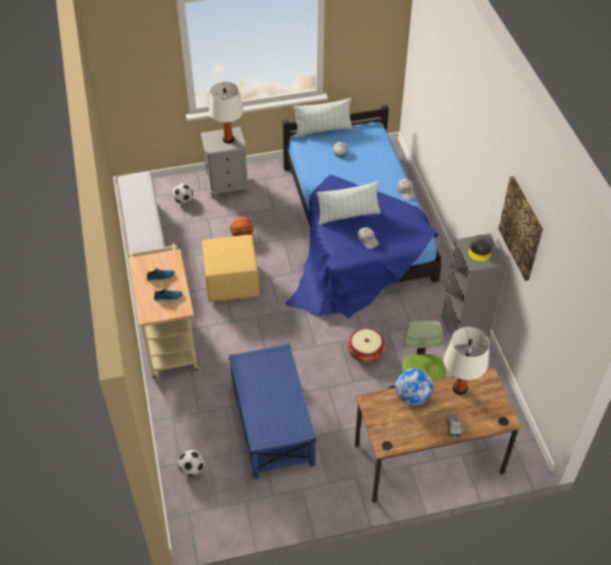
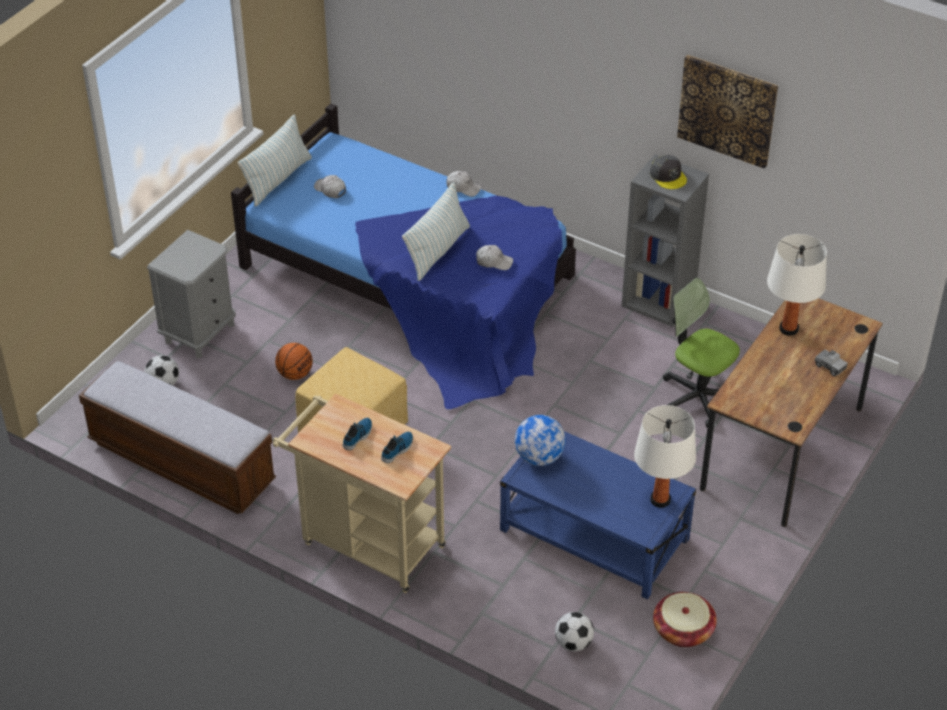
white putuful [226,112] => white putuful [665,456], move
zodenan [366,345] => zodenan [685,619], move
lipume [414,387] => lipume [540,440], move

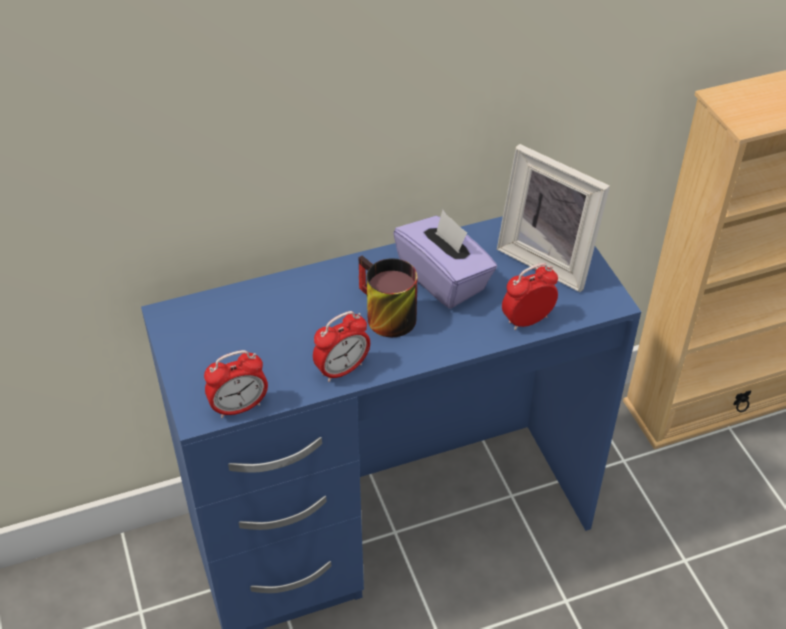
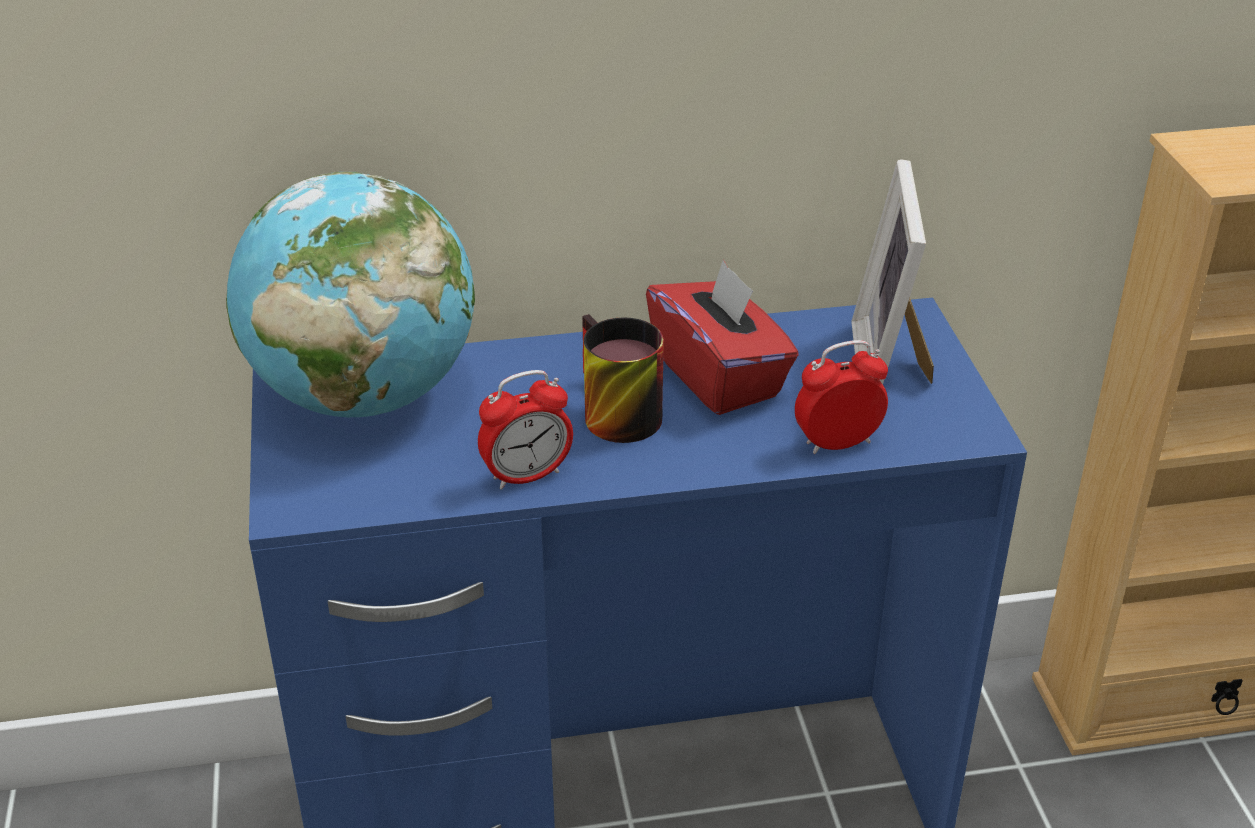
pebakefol [236,384] => nothing
nothing => lipume [350,294]
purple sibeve [445,259] => red sibeve [722,337]
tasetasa [553,218] => tasetasa [892,271], 45 degrees clockwise

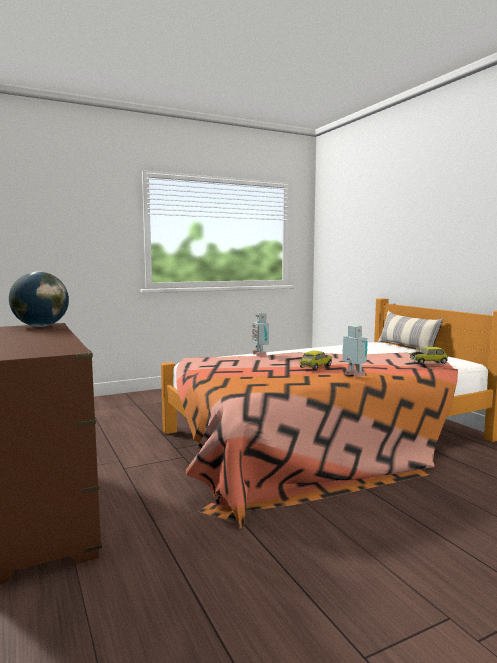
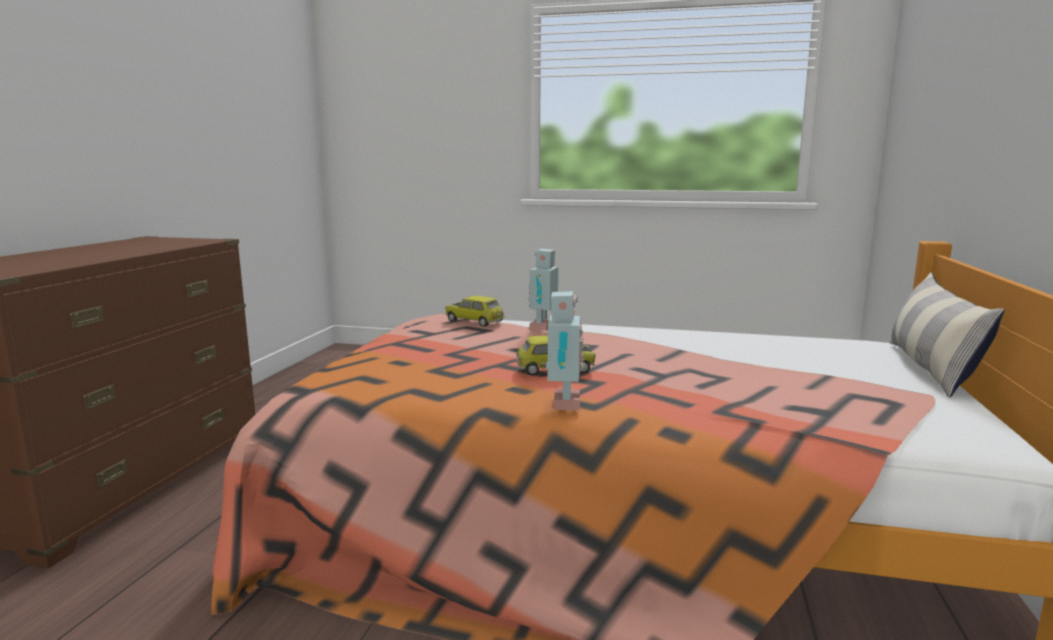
lipume [39,299] => nothing
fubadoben [429,355] => fubadoben [475,311], move

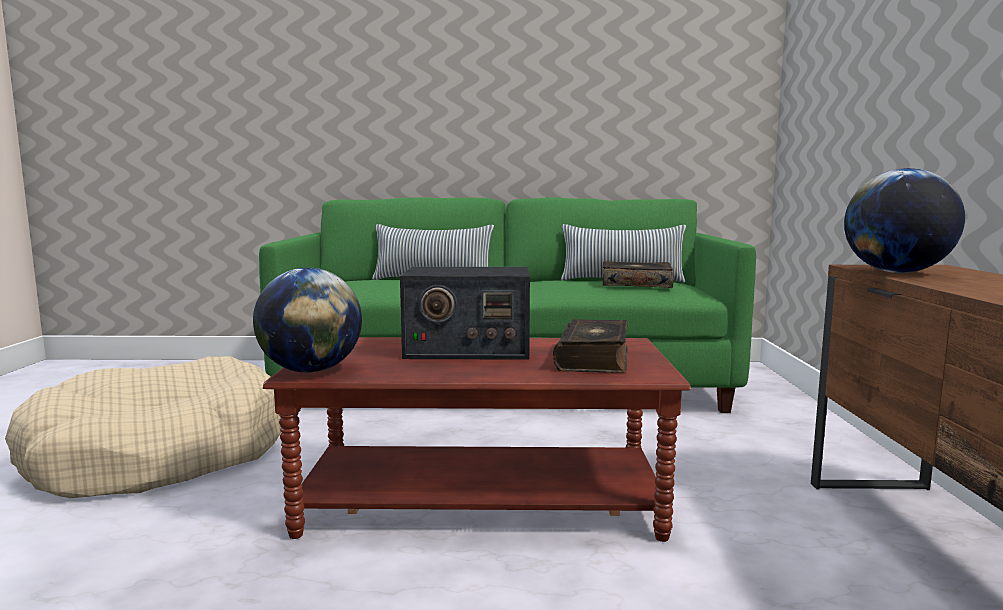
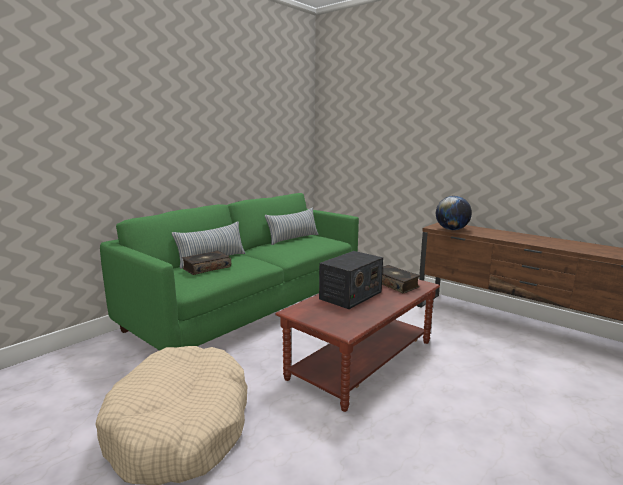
lipume [307,320] => nothing
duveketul [638,274] => duveketul [206,262], move

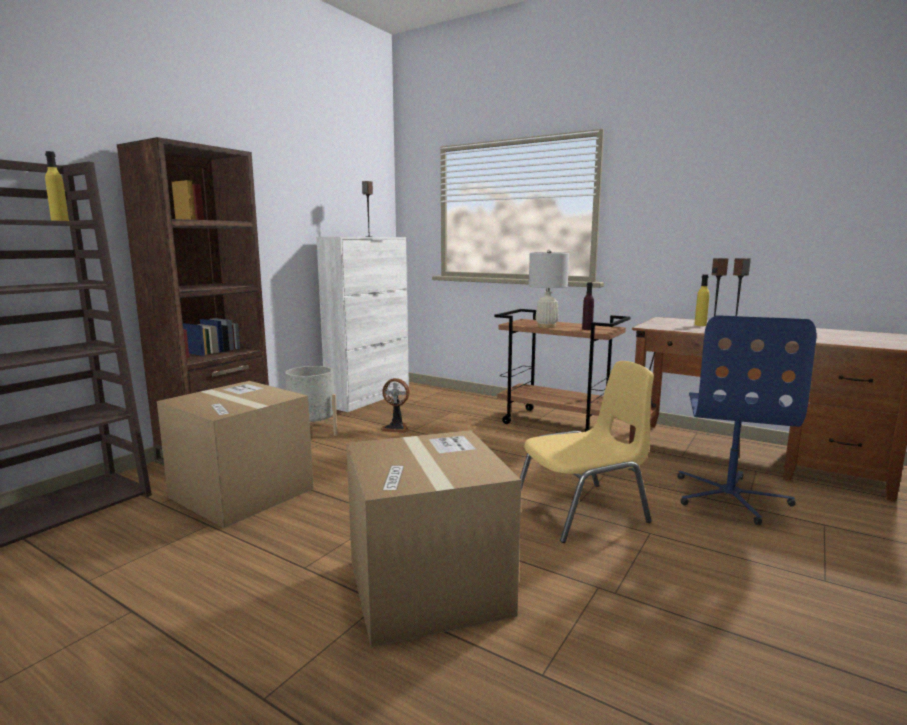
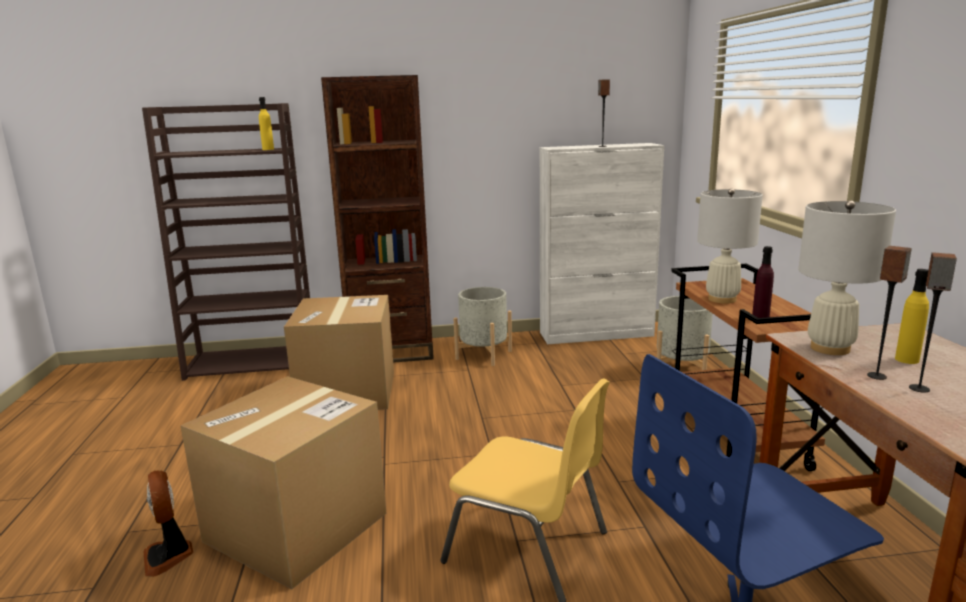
nothing => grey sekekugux [685,333]
nothing => white putuful [847,277]
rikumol [395,405] => rikumol [168,523], move

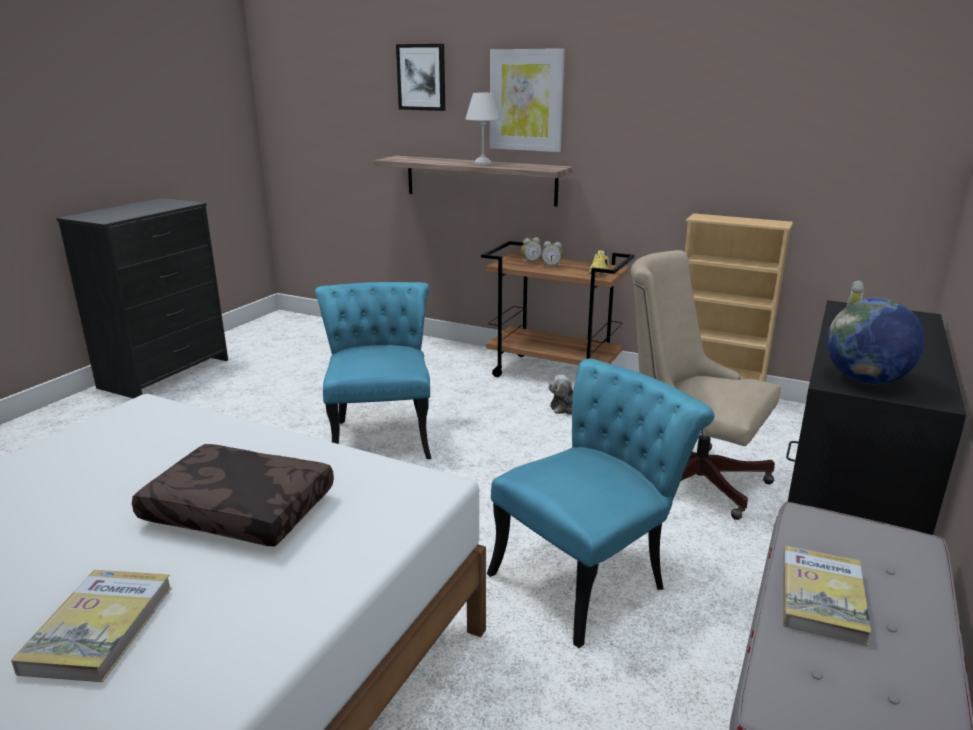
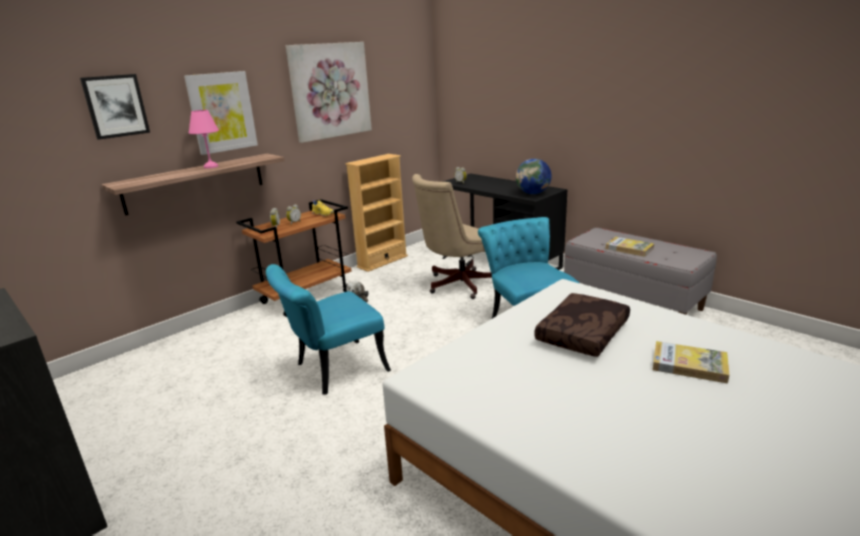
nothing => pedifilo [329,92]
white putuful [482,129] => pink putuful [204,139]
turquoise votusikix [373,370] => turquoise votusikix [328,329], 45 degrees counterclockwise

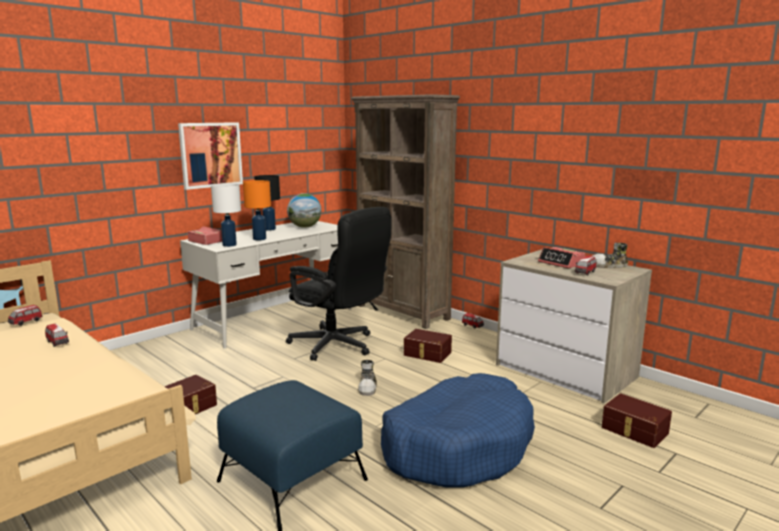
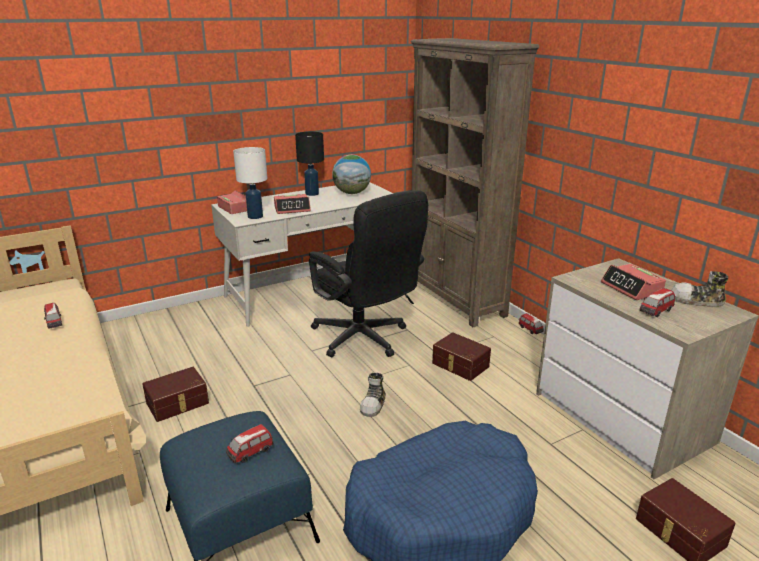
pedifilo [210,156] => nothing
fubadoben [25,315] => fubadoben [249,443], move
orange putuful [257,210] => pebakefol [292,204]

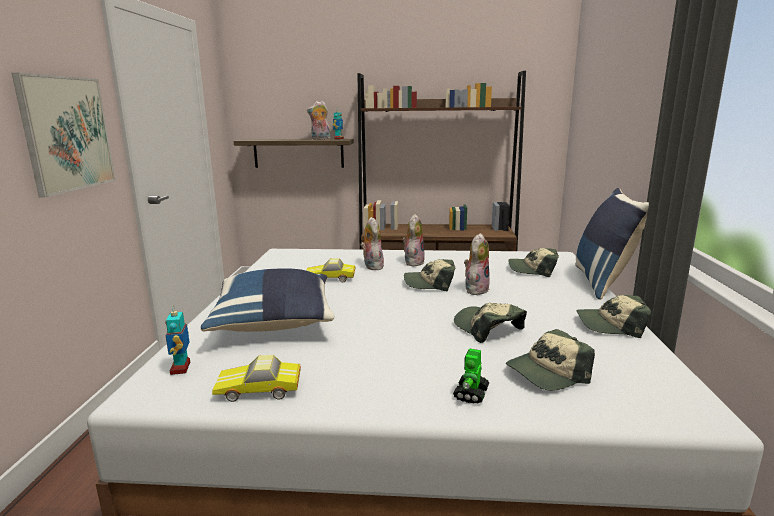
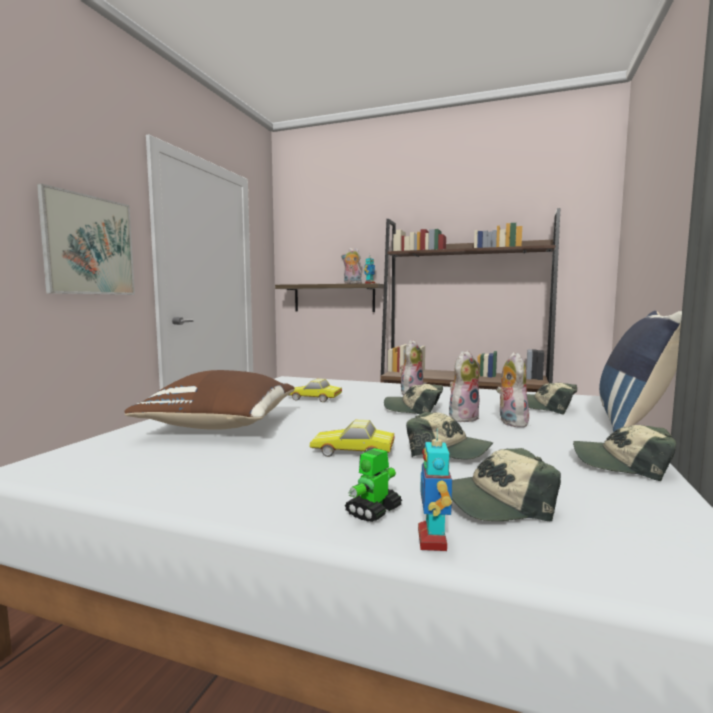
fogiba [177,340] => fogiba [435,489], move
fubadoben [256,378] => fubadoben [352,438], move
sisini [372,243] => sisini [512,390], move
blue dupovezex [268,300] => brown dupovezex [209,400]
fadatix [490,323] => fadatix [449,435], 135 degrees clockwise

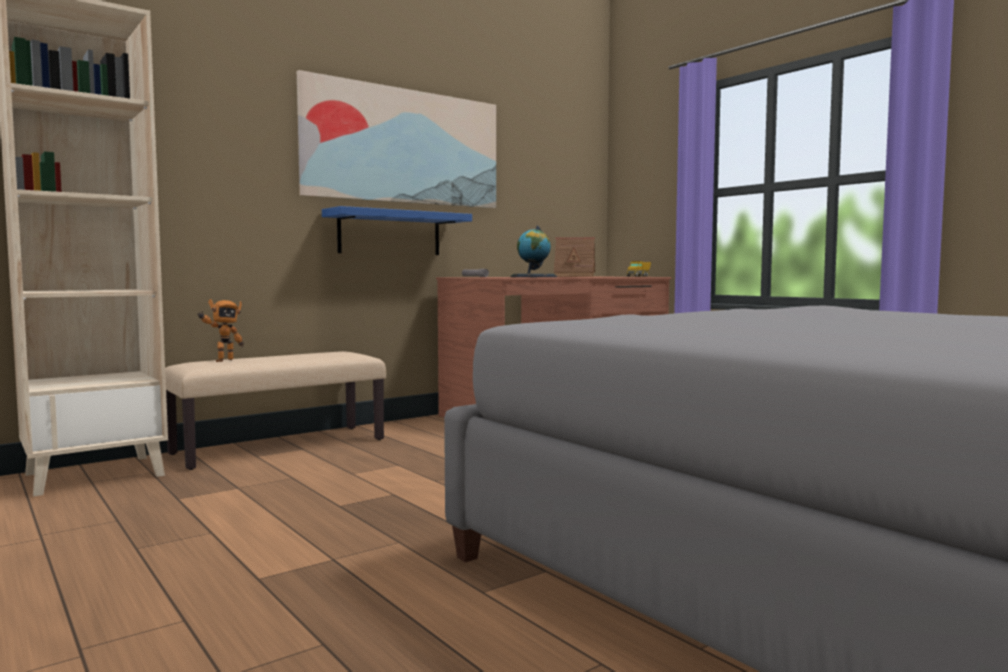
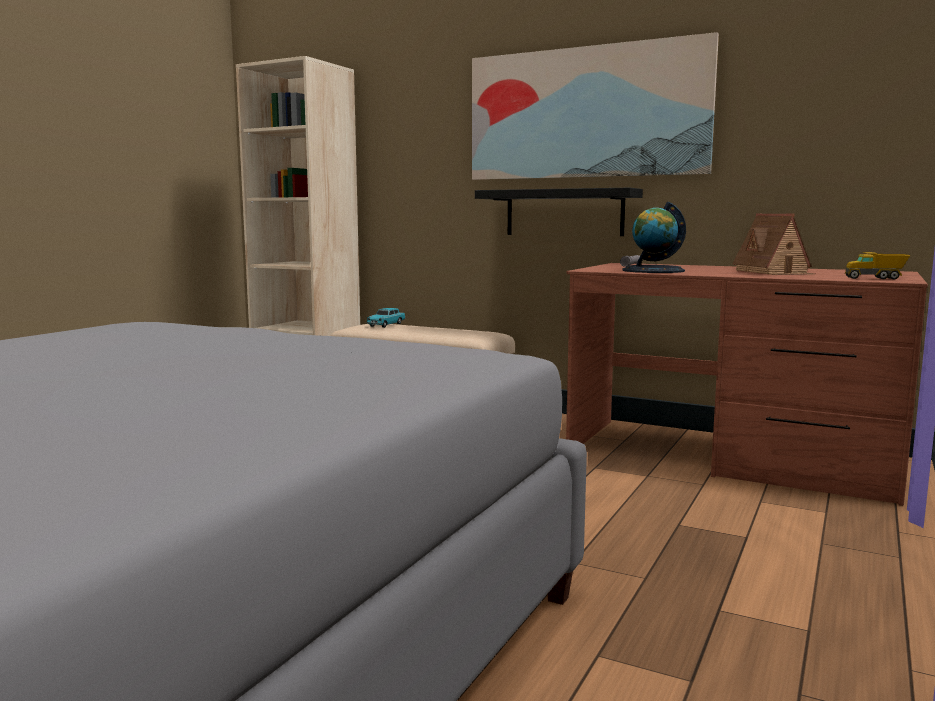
fogiba [220,330] => turquoise fubadoben [386,318]
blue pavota [397,230] => black pavota [559,212]

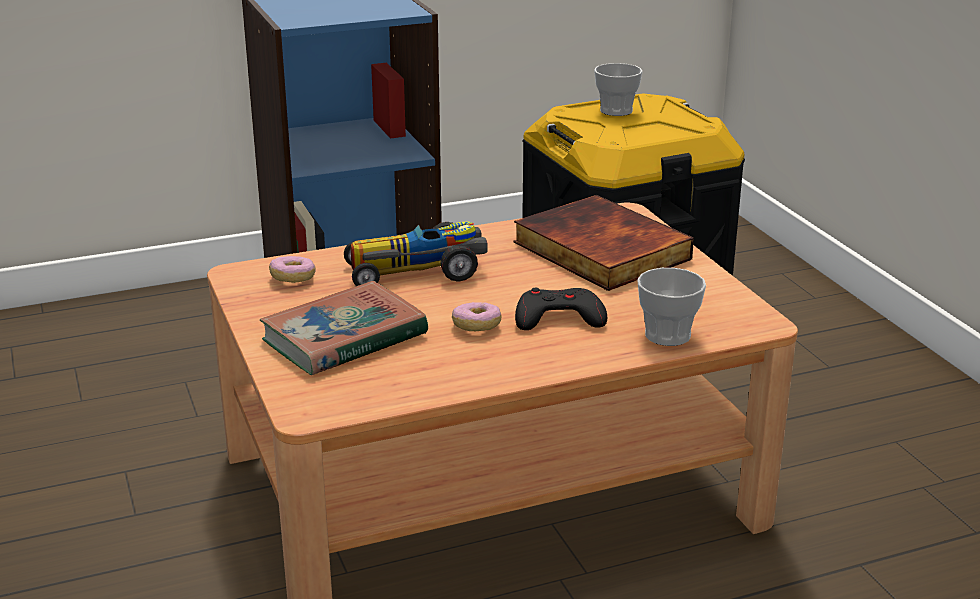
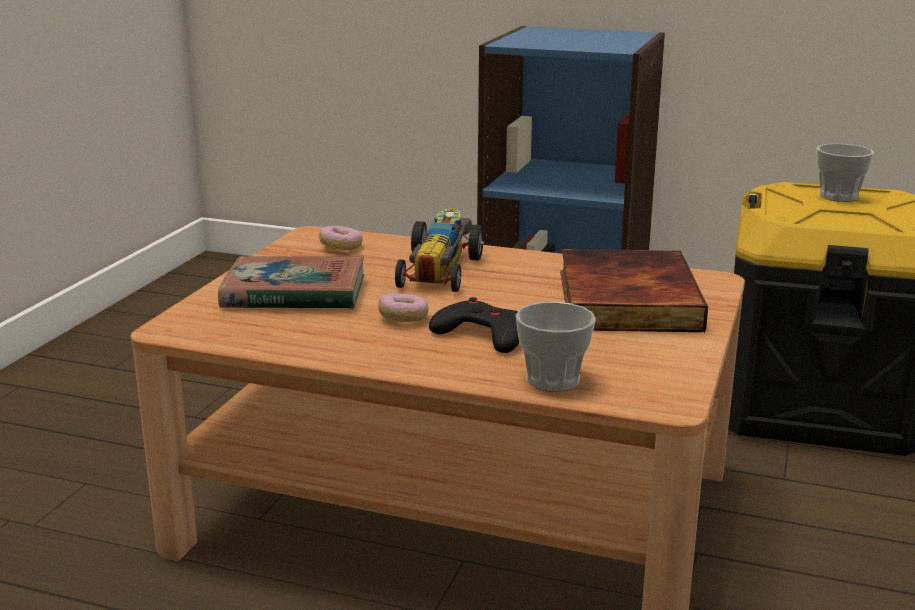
fubadoben [416,254] => fubadoben [439,250], 105 degrees counterclockwise

